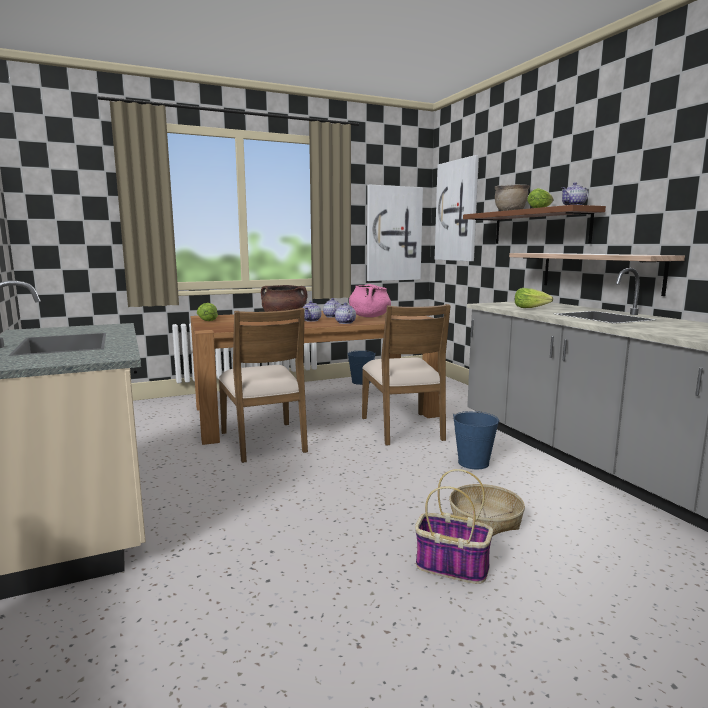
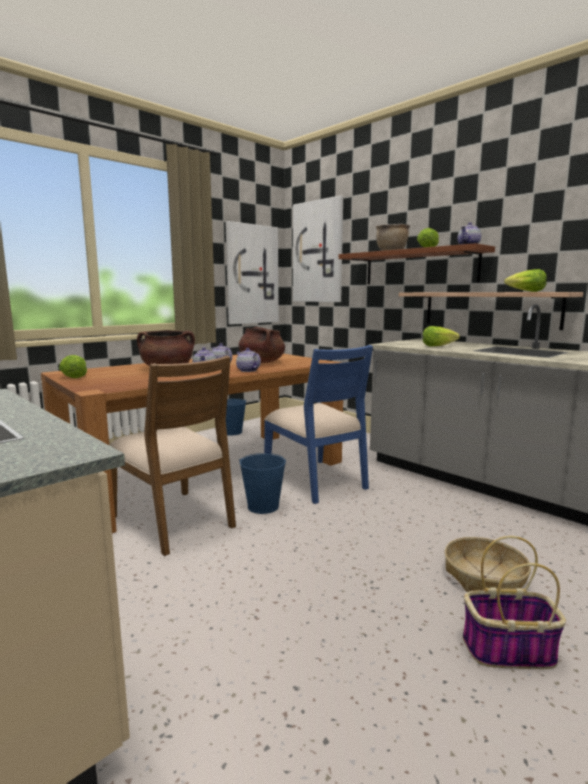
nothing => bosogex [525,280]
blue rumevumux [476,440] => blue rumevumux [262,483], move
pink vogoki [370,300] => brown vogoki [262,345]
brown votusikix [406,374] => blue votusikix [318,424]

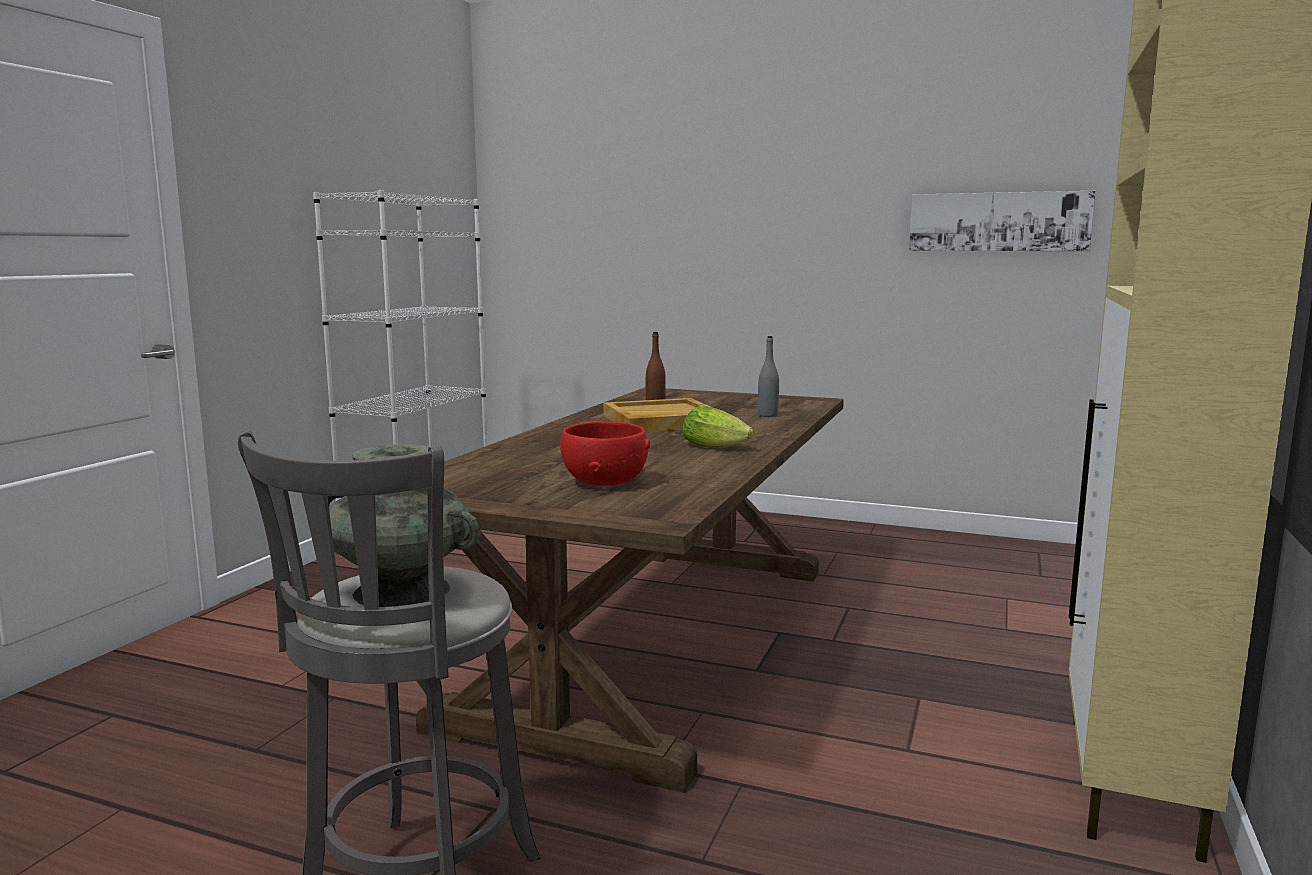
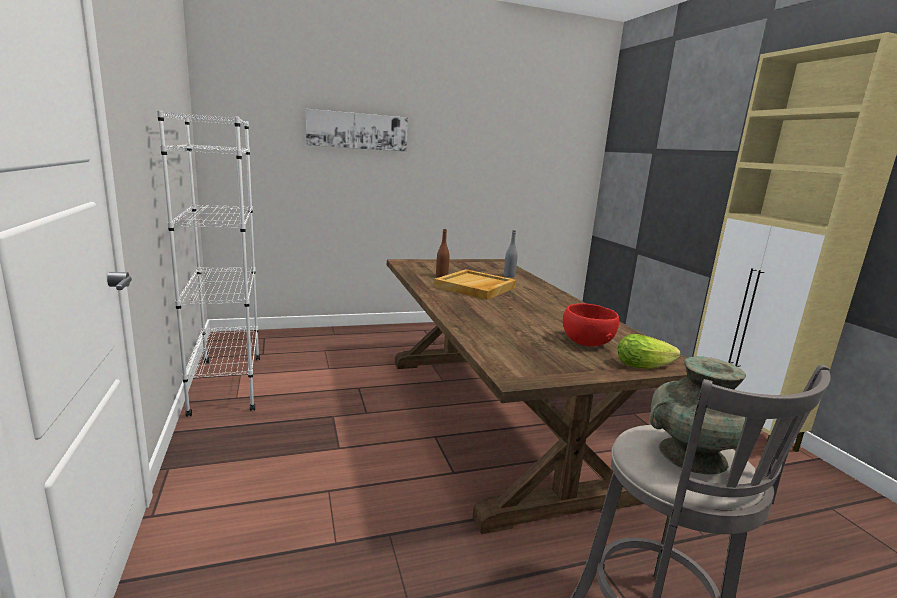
bosogex [718,427] => bosogex [649,351], move
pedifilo [1002,221] => pedifilo [357,130], move

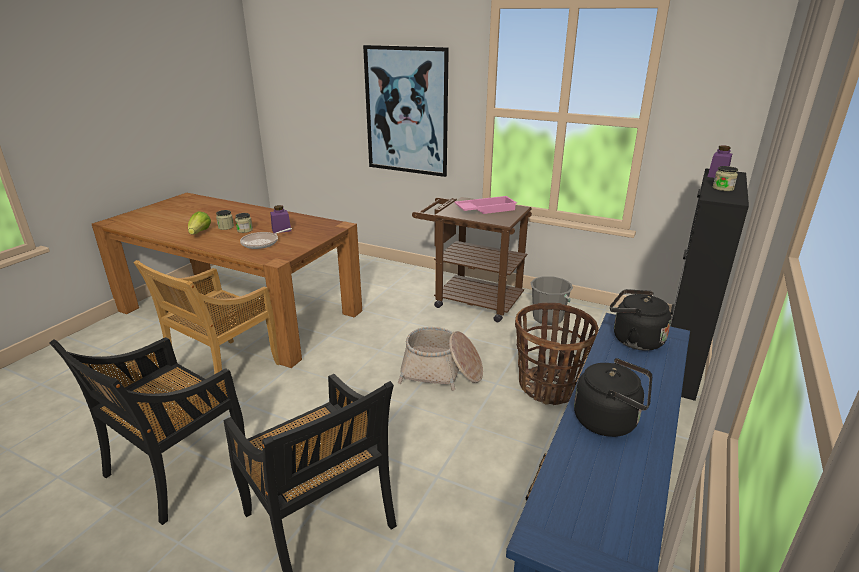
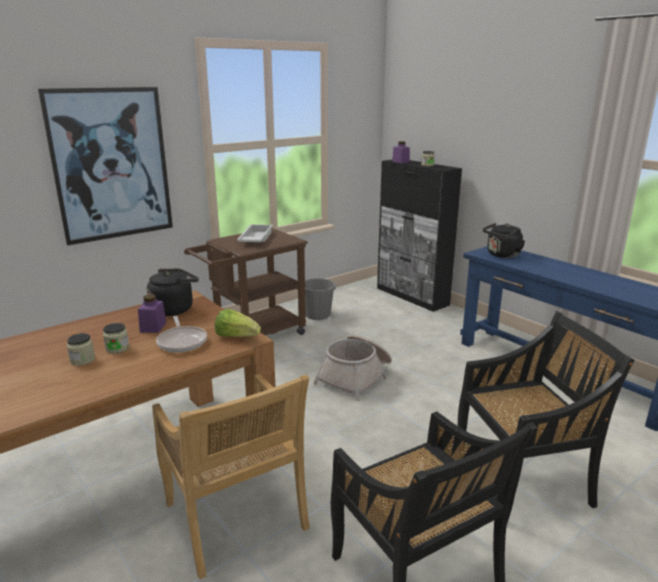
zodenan [557,354] => nothing
bosogex [199,223] => bosogex [238,323], move
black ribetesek [613,397] => black ribetesek [173,292], move
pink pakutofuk [485,205] => white pakutofuk [255,233]

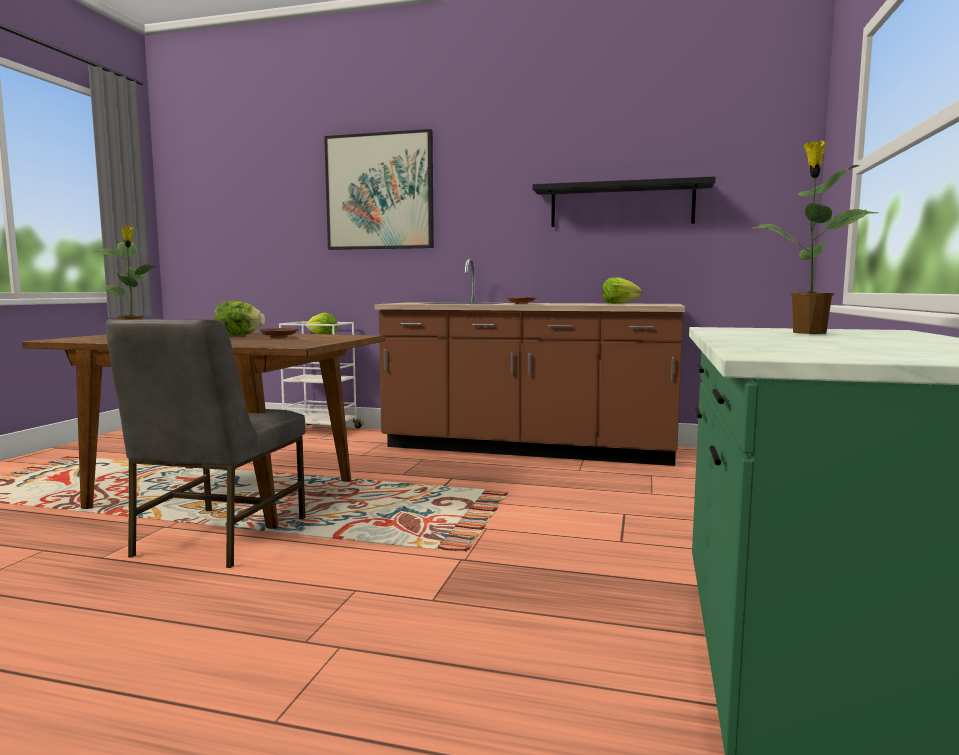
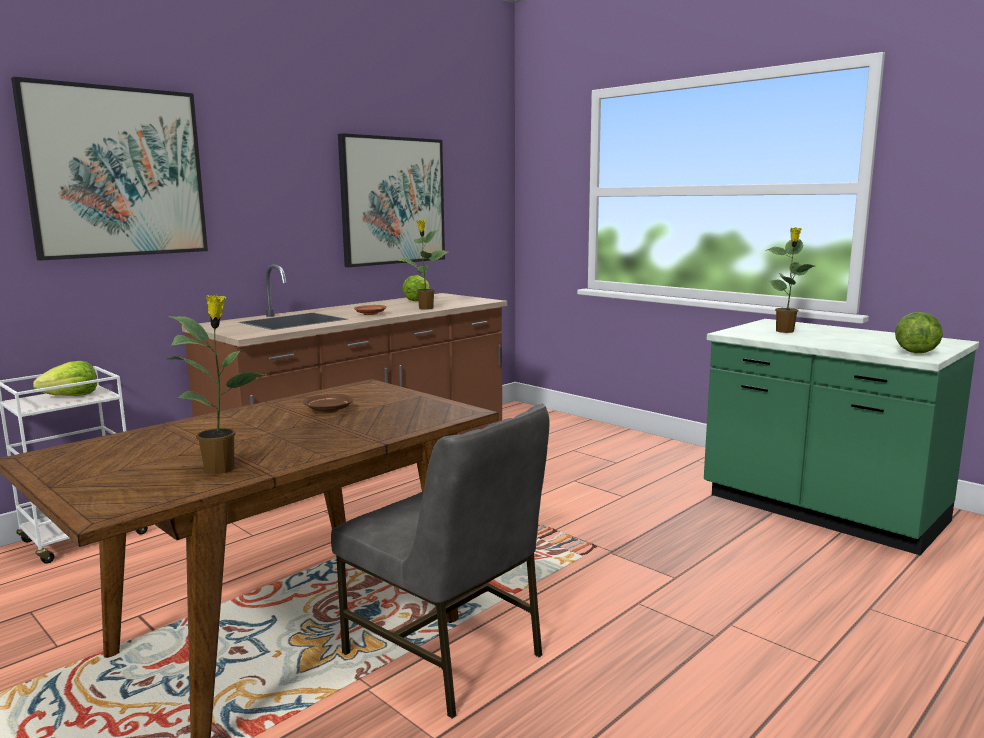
nothing => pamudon [422,265]
bosogex [239,318] => bosogex [919,333], move
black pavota [624,201] => pedifilo [391,200]

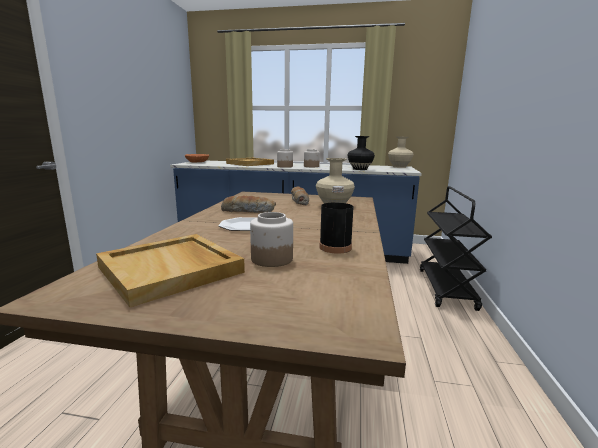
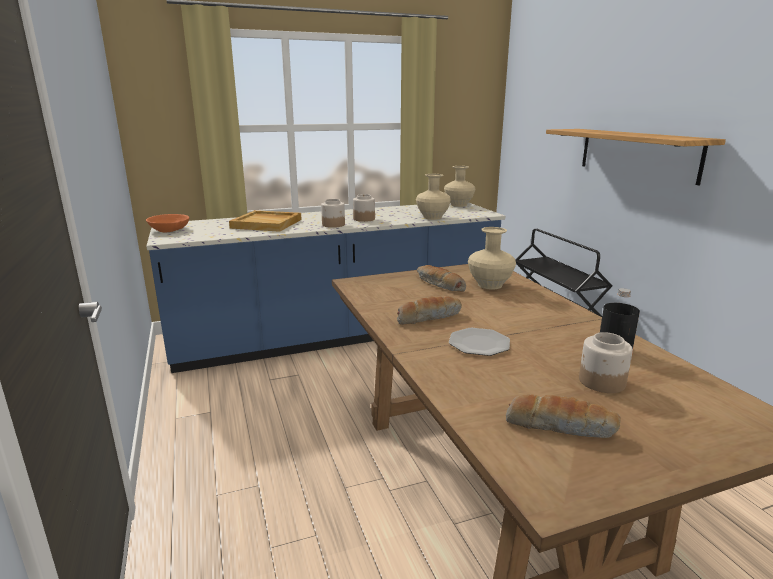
nothing => pavota [636,157]
beige pakutofuk [170,270] => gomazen [563,416]
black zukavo [361,153] => beige zukavo [433,197]

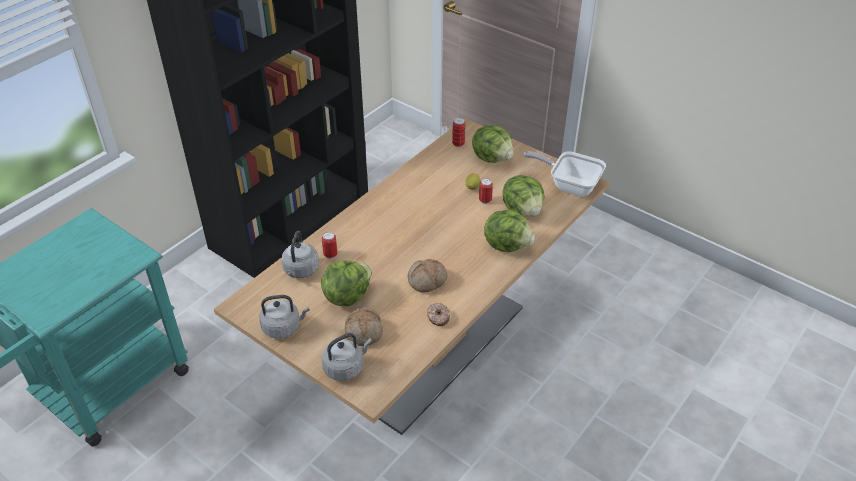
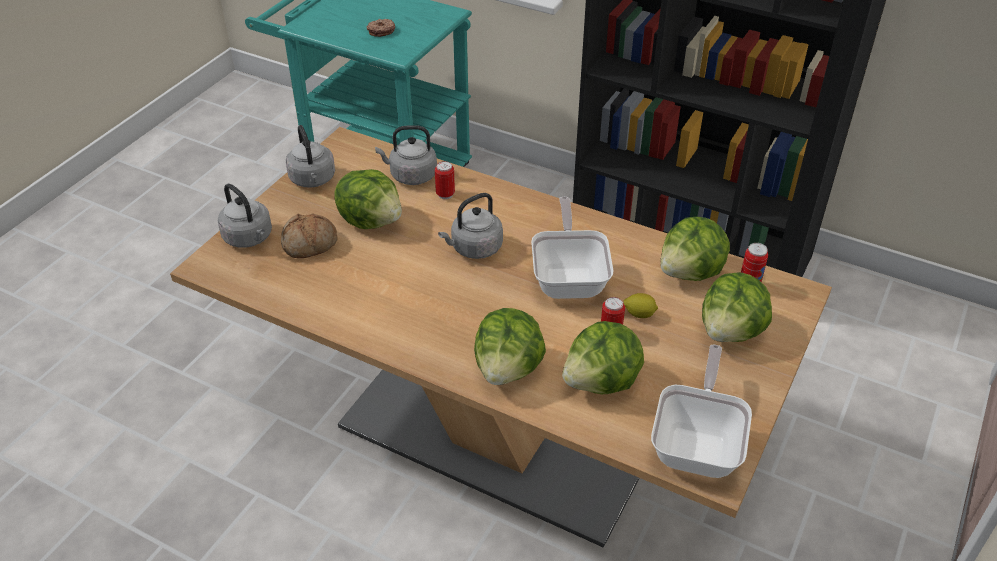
gomazen [427,276] => nothing
nothing => grey ribetesek [470,226]
nothing => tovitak [572,248]
nothing => bosogex [695,249]
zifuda [438,314] => zifuda [381,28], move

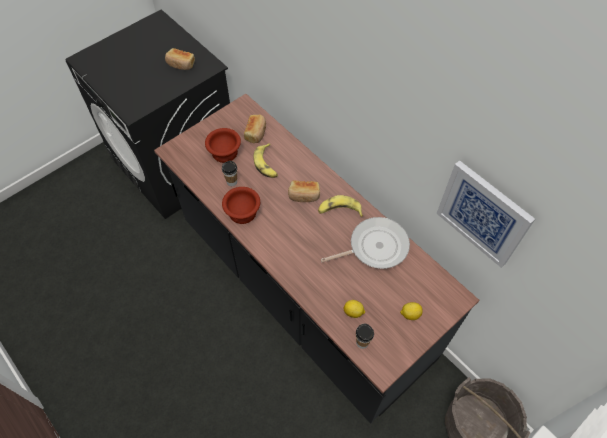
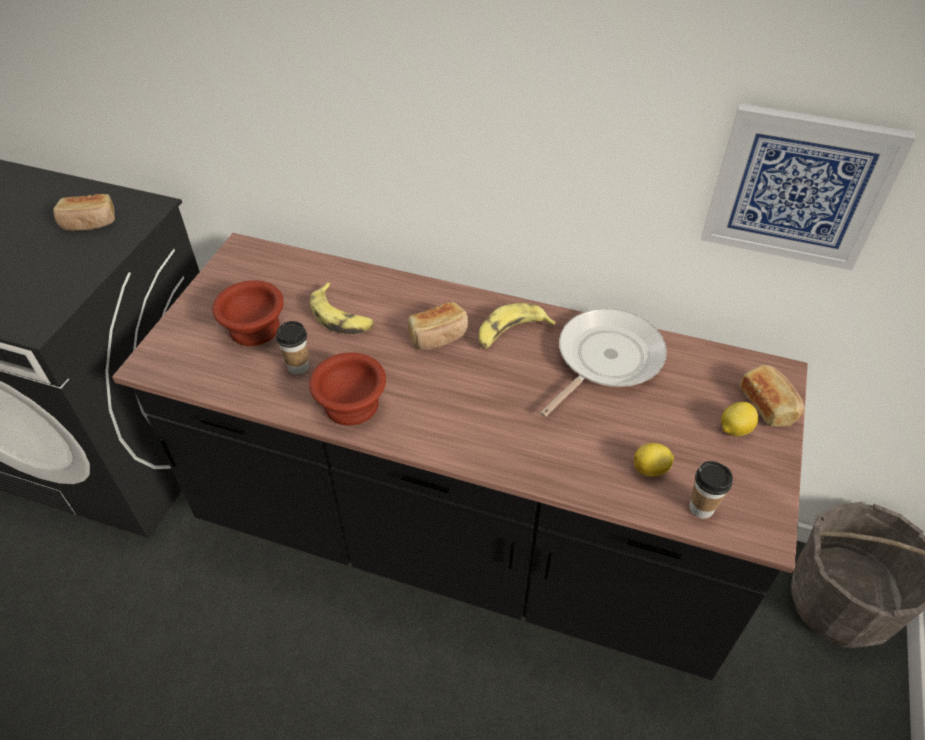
gomazen [255,129] => gomazen [772,396], move

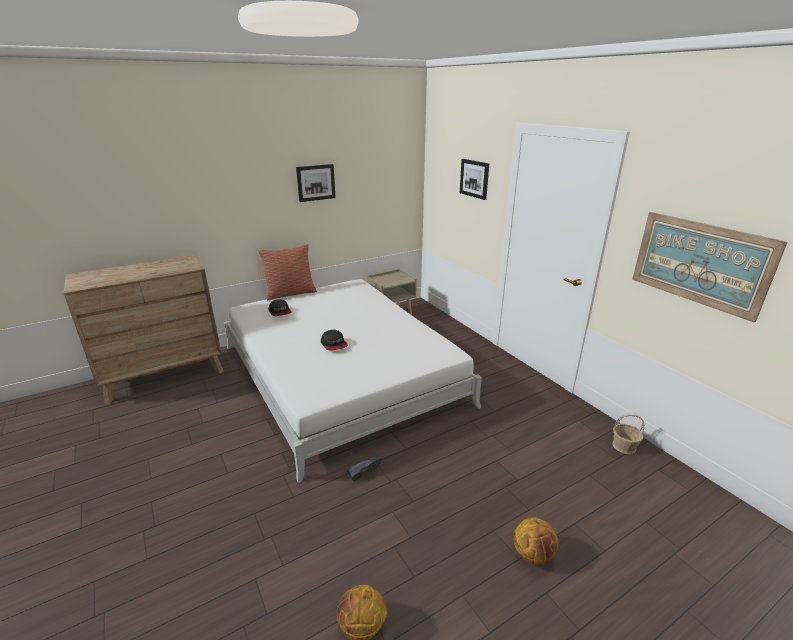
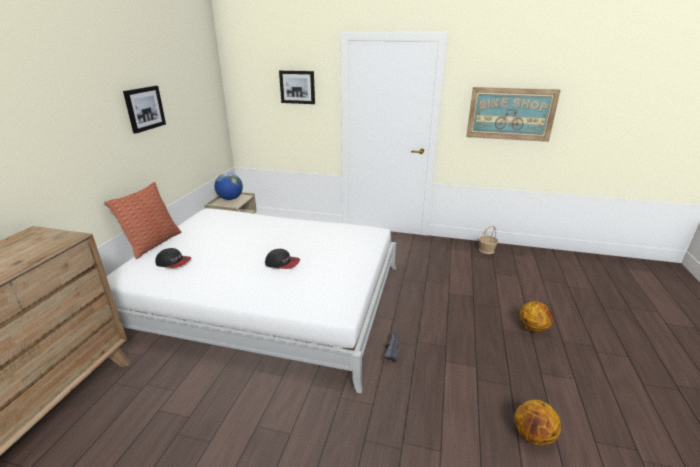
nothing => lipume [228,186]

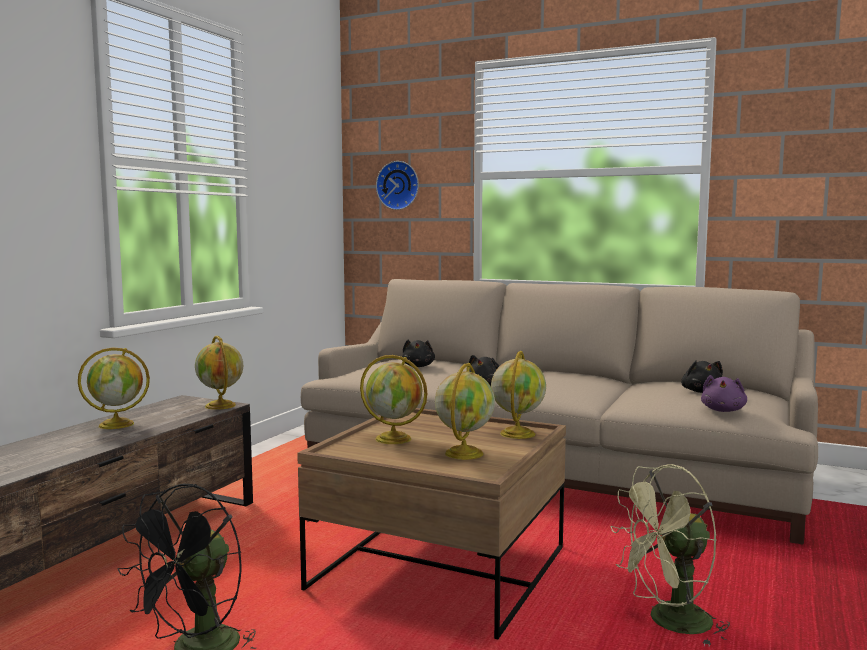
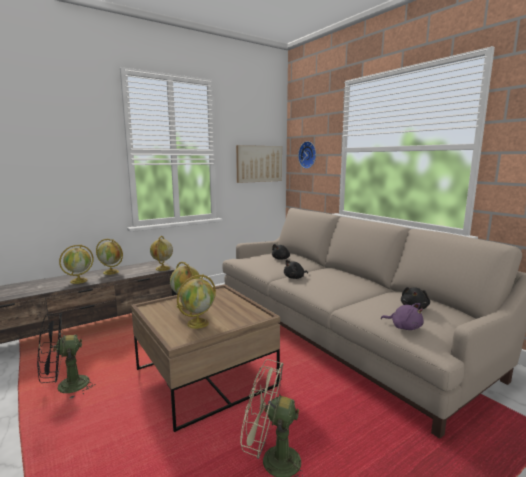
nothing => pedifilo [259,164]
lipume [518,395] => lipume [76,264], move
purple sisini [724,393] => purple sisini [402,316], 105 degrees counterclockwise

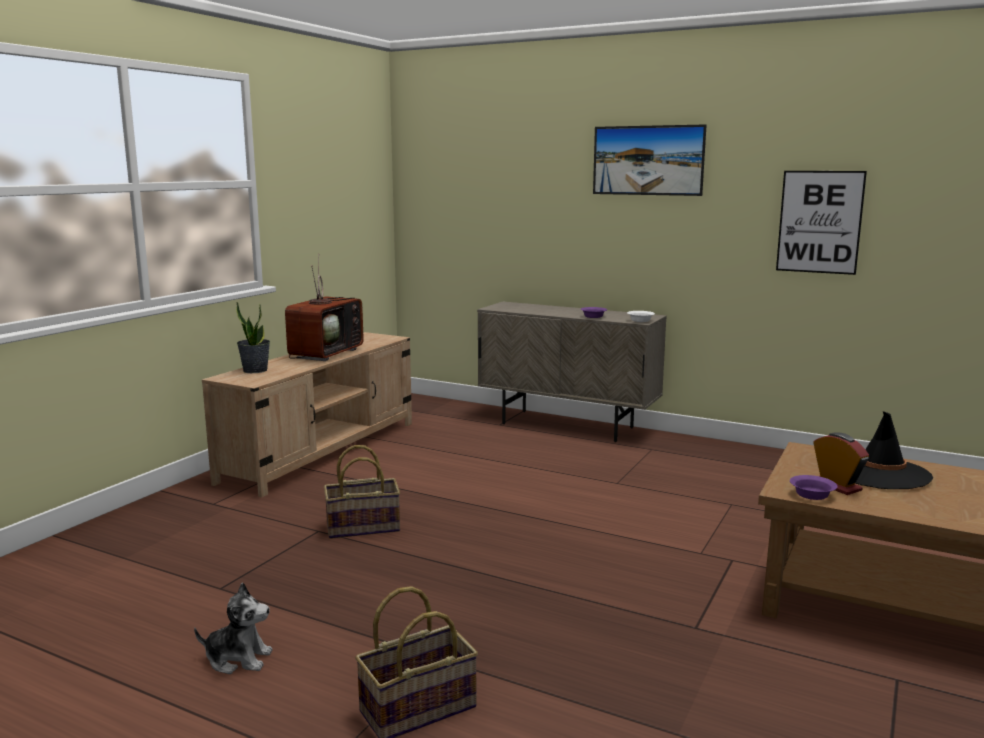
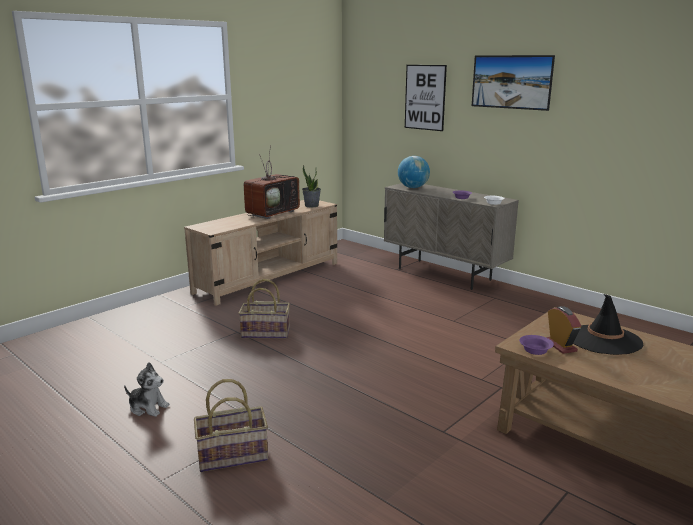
nothing => lipume [414,172]
pamudon [253,337] => pamudon [311,186], move
pedifilo [821,223] => pedifilo [426,98], move

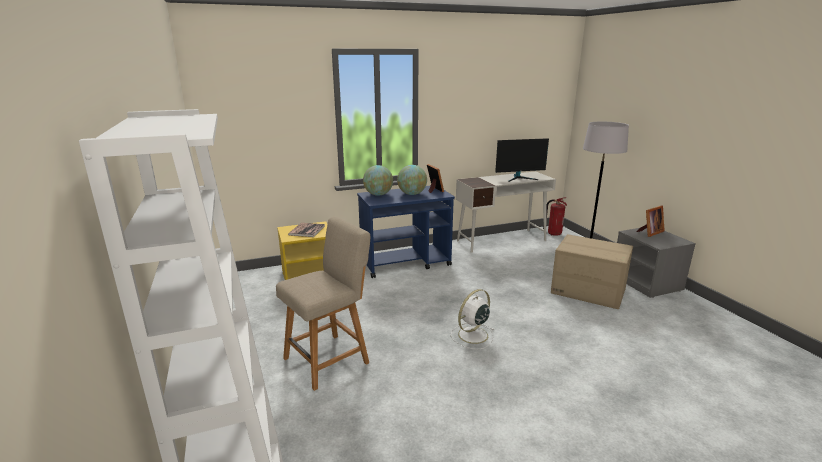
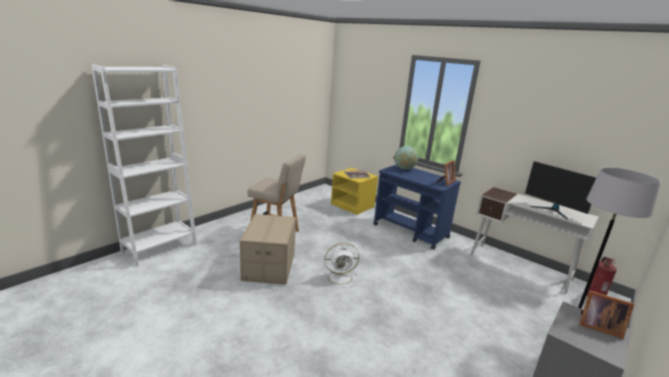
lipume [412,180] => nothing
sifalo [592,271] => sifalo [268,249], move
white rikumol [473,319] => white rikumol [340,265], 150 degrees clockwise

